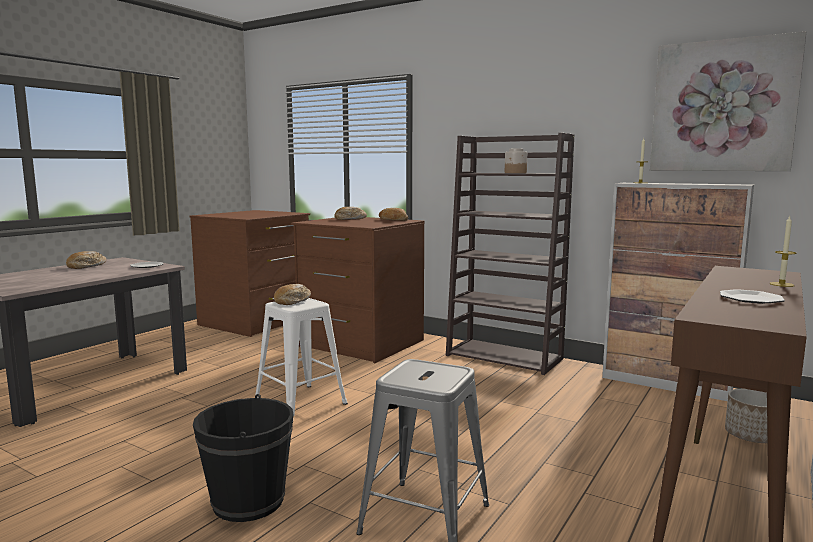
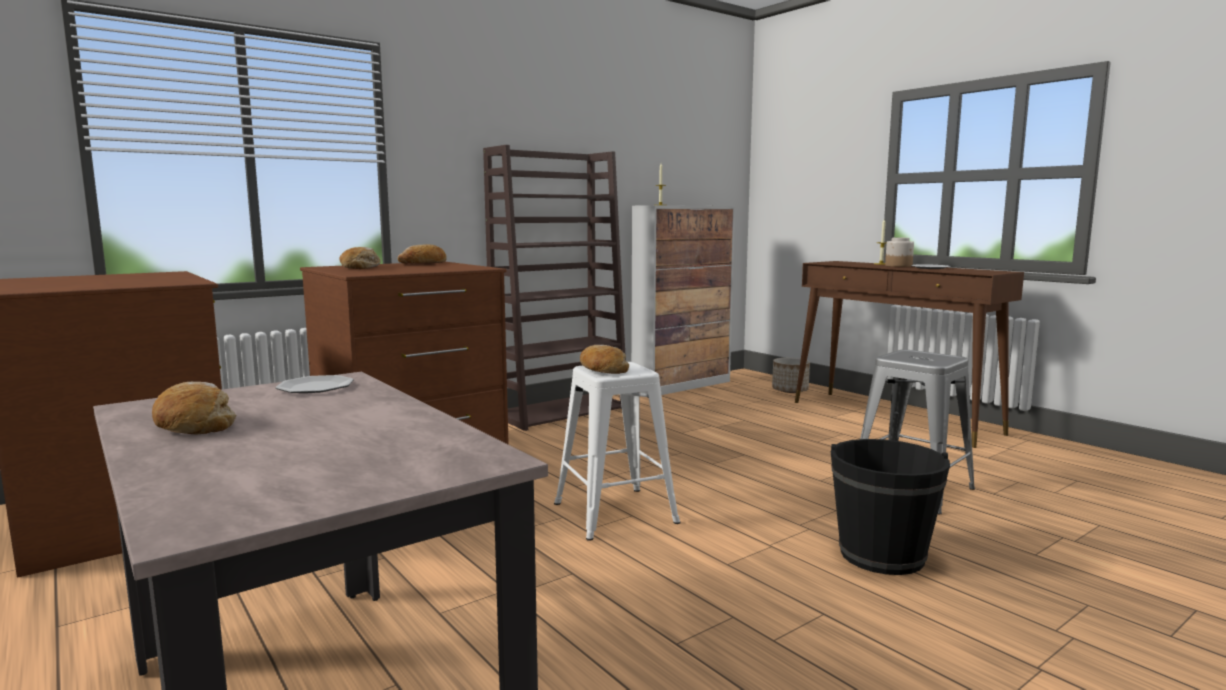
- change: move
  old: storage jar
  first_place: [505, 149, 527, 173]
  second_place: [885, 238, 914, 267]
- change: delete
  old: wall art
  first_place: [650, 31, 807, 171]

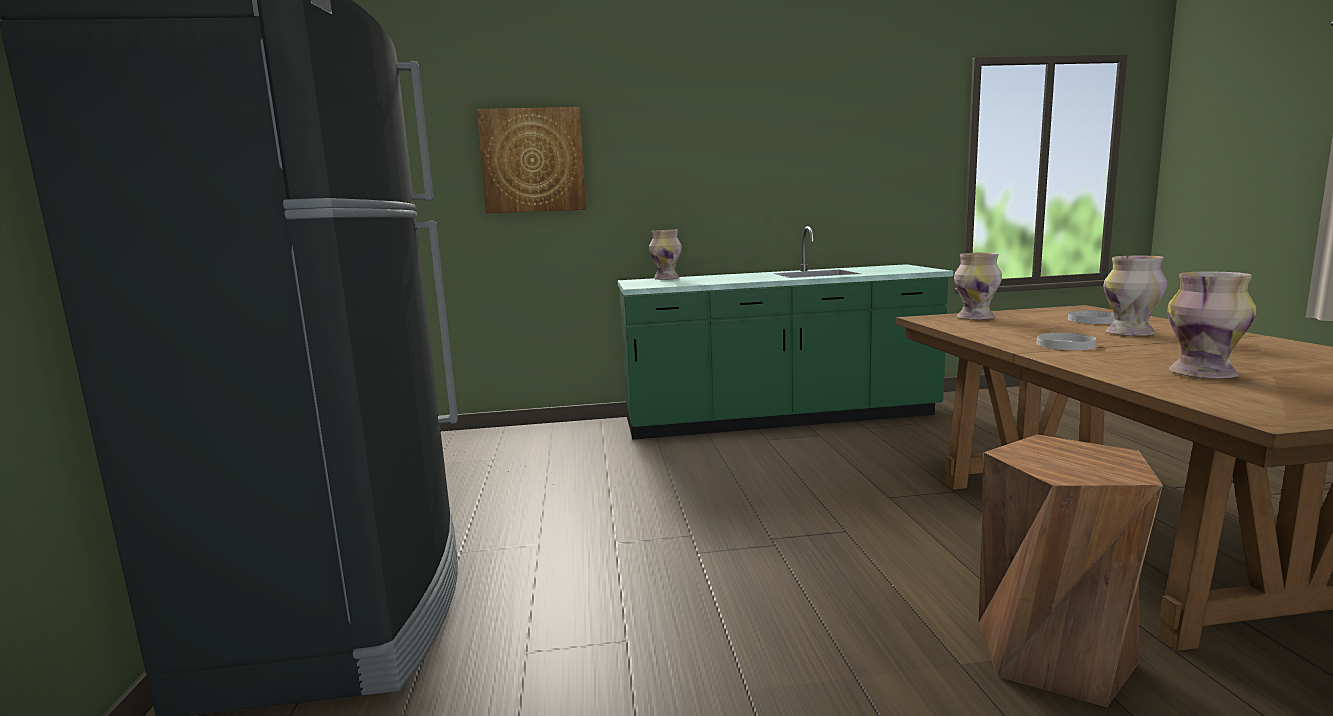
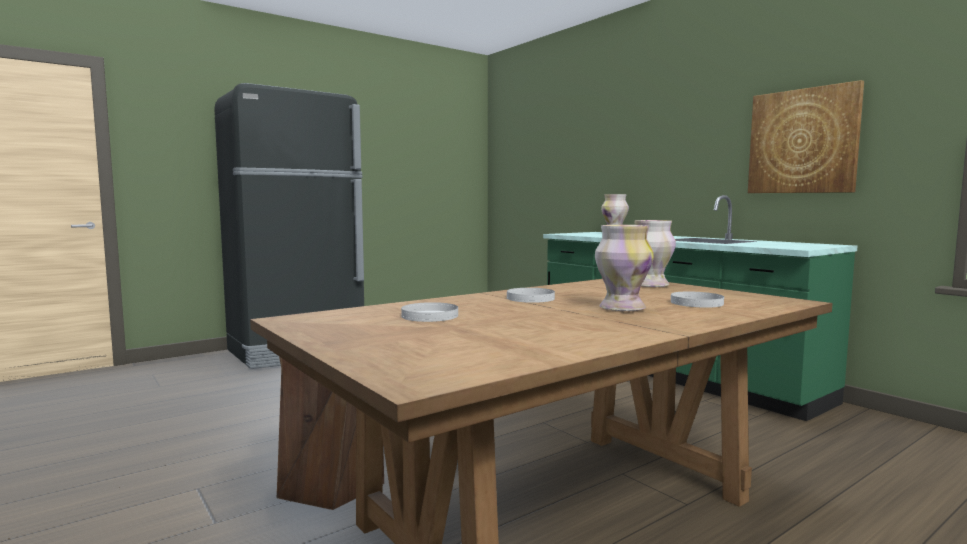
- change: replace
  old: vase
  new: white flat dish
  first_place: [1167, 272, 1256, 379]
  second_place: [401, 302, 458, 322]
- change: move
  old: wall art
  first_place: [477, 107, 586, 213]
  second_place: [748, 80, 864, 193]

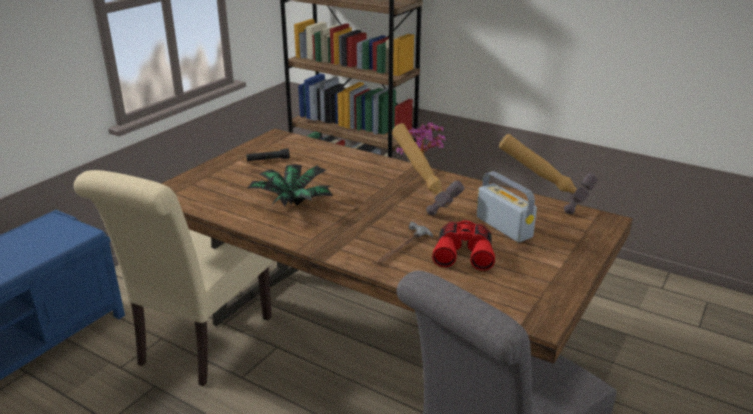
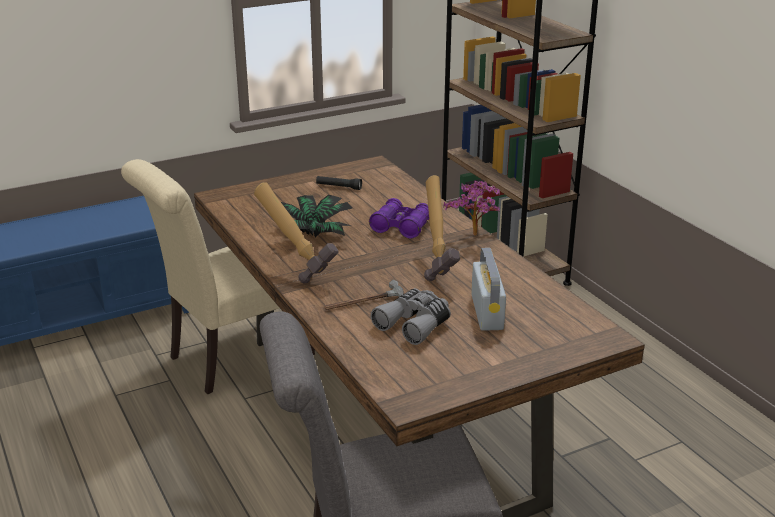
- change: move
  old: hand hammer
  first_place: [499, 134, 599, 214]
  second_place: [254, 182, 339, 284]
- change: insert
  new: purplish pair of binoculars
  second_place: [369, 198, 429, 239]
- change: recolor
  old: reddish pair of binoculars
  new: grey pair of binoculars
  first_place: [432, 220, 495, 271]
  second_place: [370, 288, 451, 345]

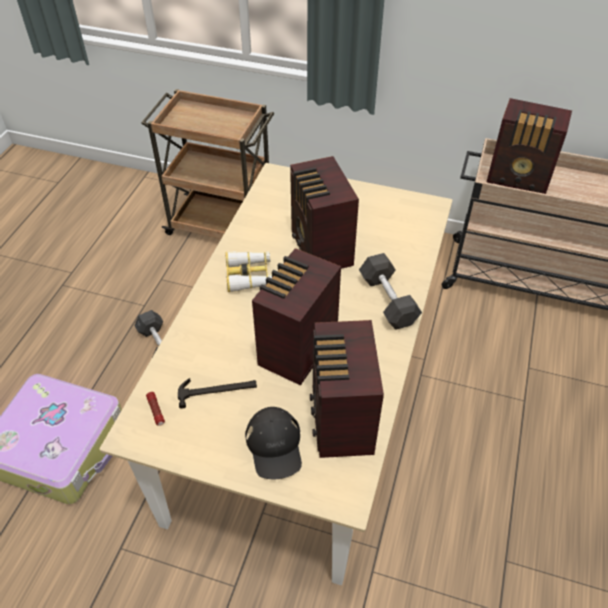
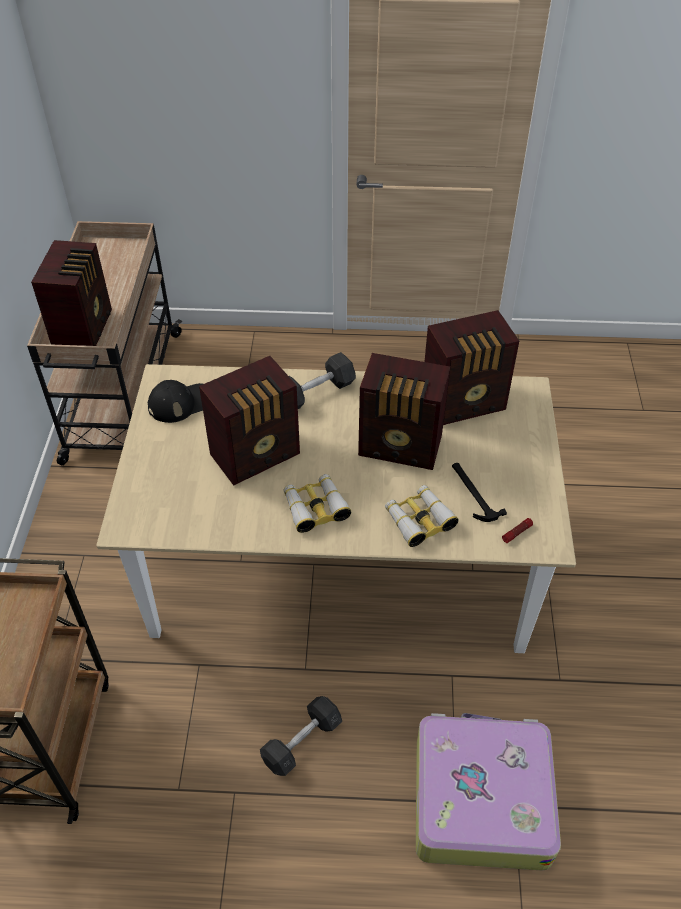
- change: move
  old: black baseball cap
  first_place: [245, 407, 302, 479]
  second_place: [148, 380, 203, 423]
- change: insert
  new: pair of binoculars
  second_place: [385, 485, 459, 547]

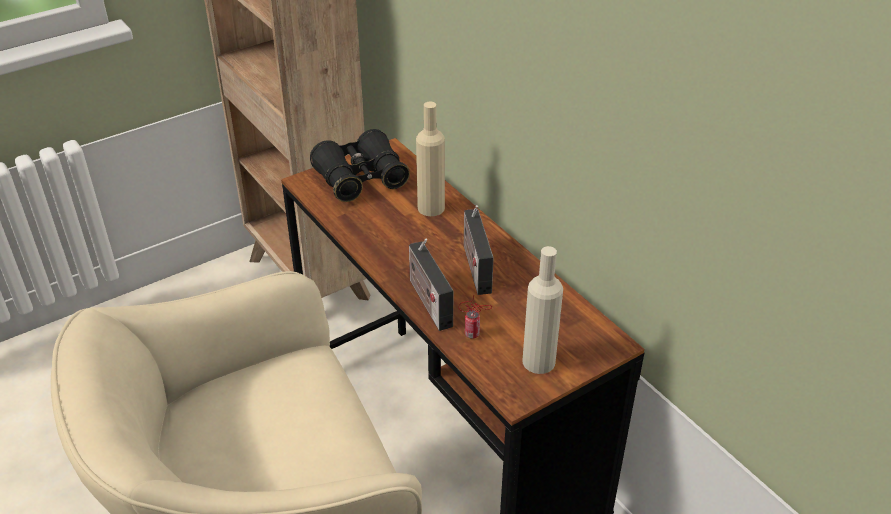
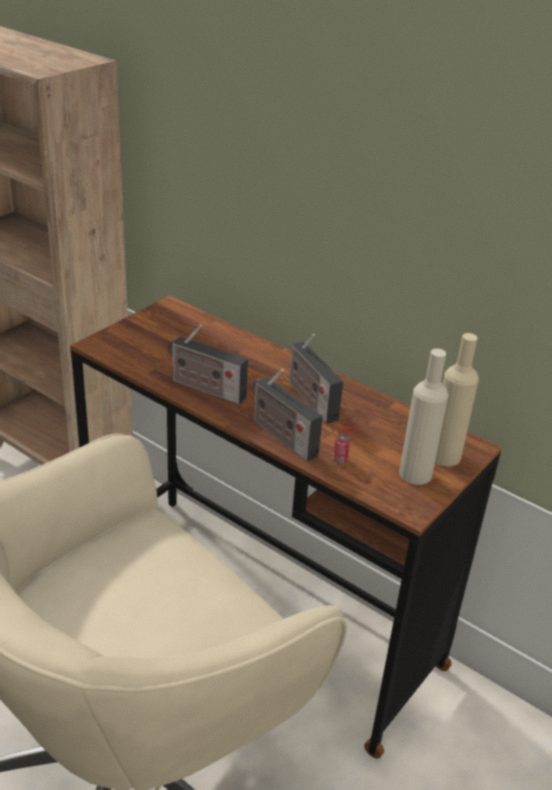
- change: insert
  new: radio set
  second_place: [168, 324, 248, 405]
- change: move
  old: beige-coloured beverage bottle
  first_place: [416, 102, 445, 216]
  second_place: [435, 333, 479, 466]
- change: delete
  old: black pair of binoculars
  first_place: [310, 129, 410, 202]

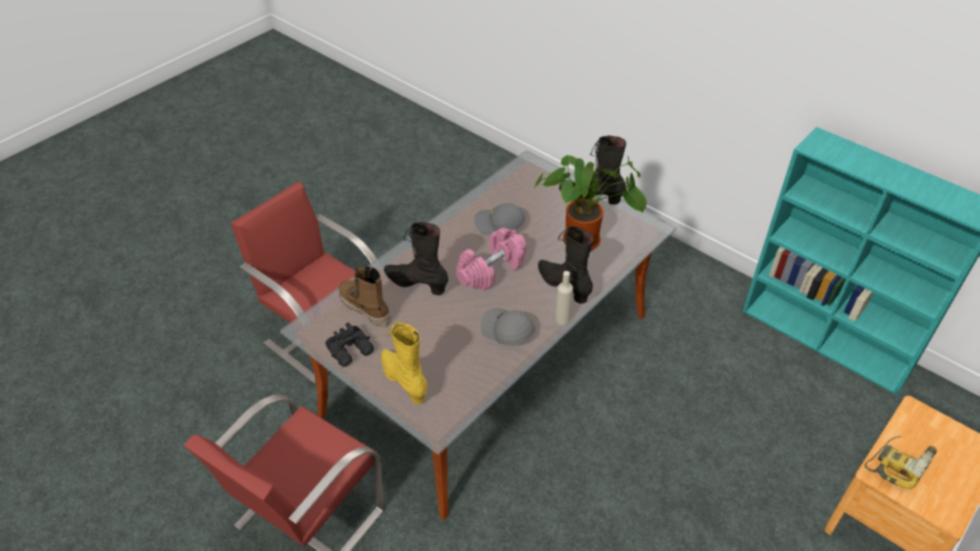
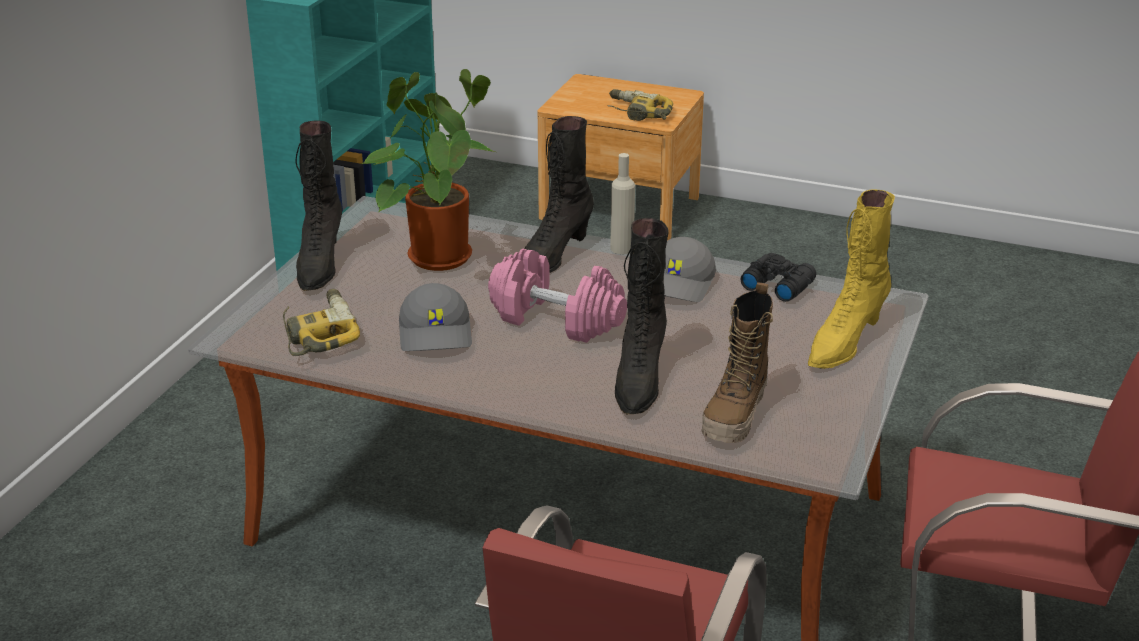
- change: insert
  new: power drill
  second_place: [283, 289, 360, 356]
- change: move
  old: black pair of binoculars
  first_place: [326, 323, 374, 367]
  second_place: [740, 253, 816, 302]

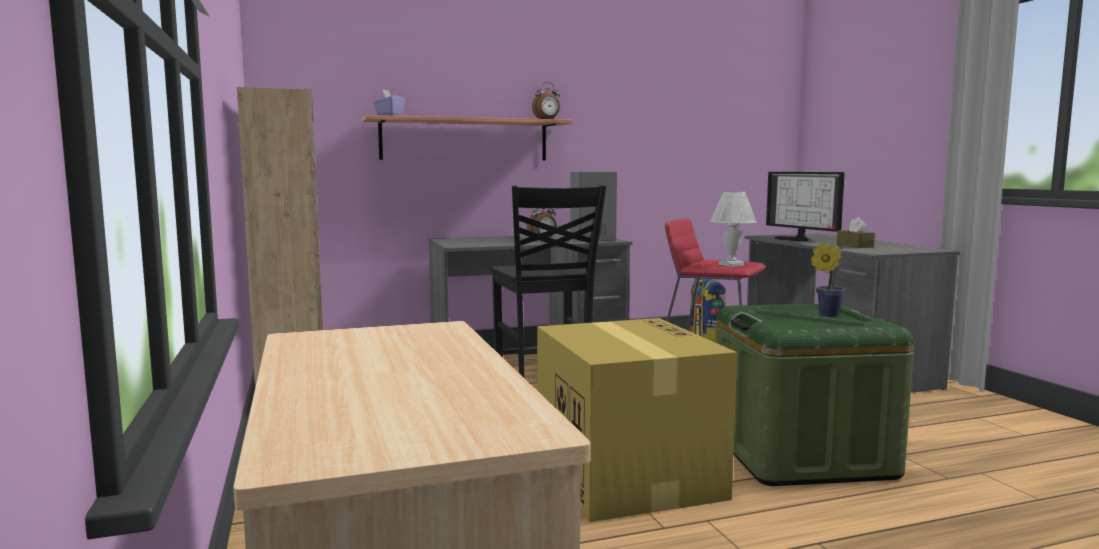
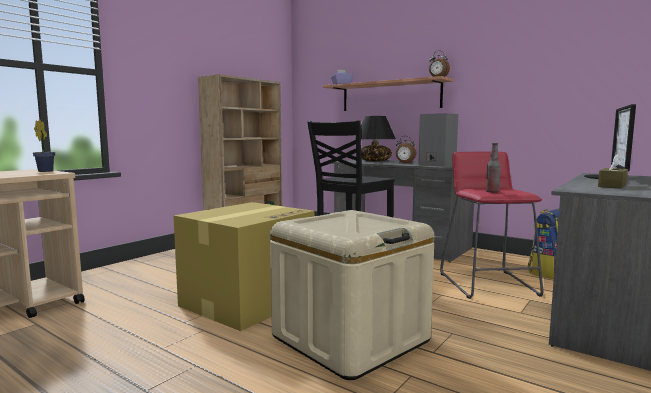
- change: move
  old: houseplant
  first_place: [811, 242, 845, 317]
  second_place: [33, 119, 55, 172]
- change: recolor
  old: green storage container
  new: beige-coloured storage container
  first_place: [716, 304, 914, 486]
  second_place: [270, 210, 435, 380]
- change: insert
  new: black lamp for a table
  second_place: [355, 116, 396, 162]
- change: replace
  old: white lamp for a table
  new: beverage bottle
  first_place: [711, 192, 756, 267]
  second_place: [486, 143, 500, 193]

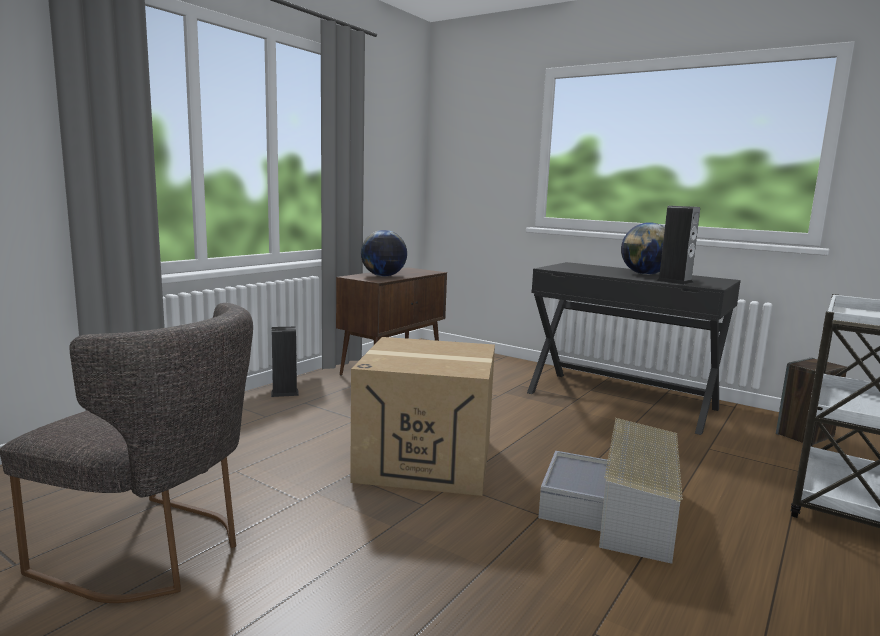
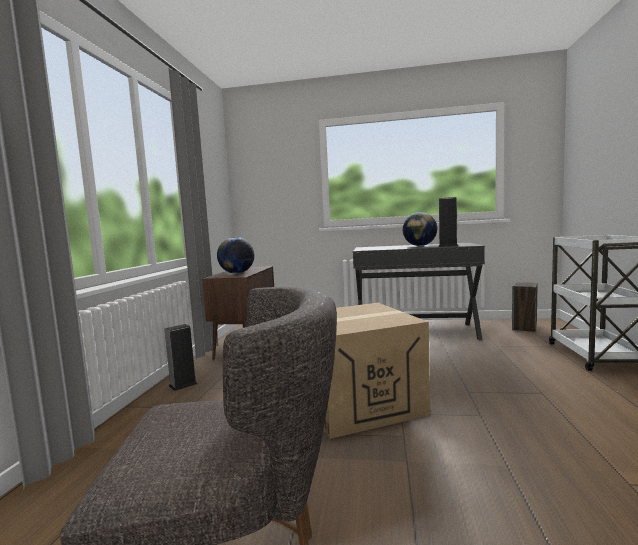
- change: delete
  old: grey storage container
  first_place: [538, 418, 683, 564]

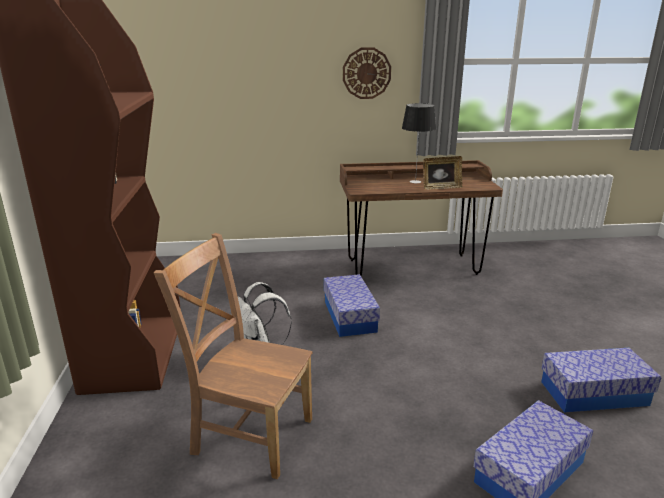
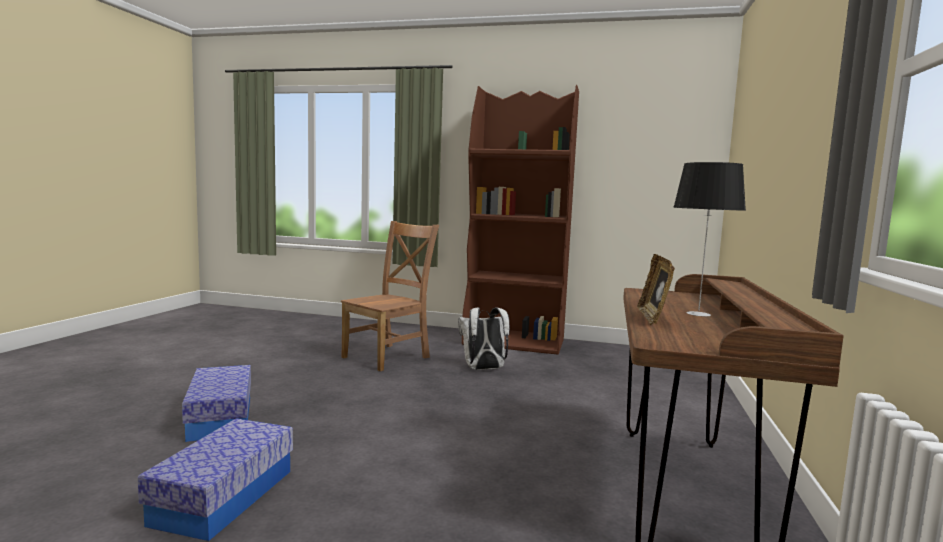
- change: delete
  old: storage container
  first_place: [324, 274, 380, 337]
- change: delete
  old: clock on the wall
  first_place: [343, 48, 391, 99]

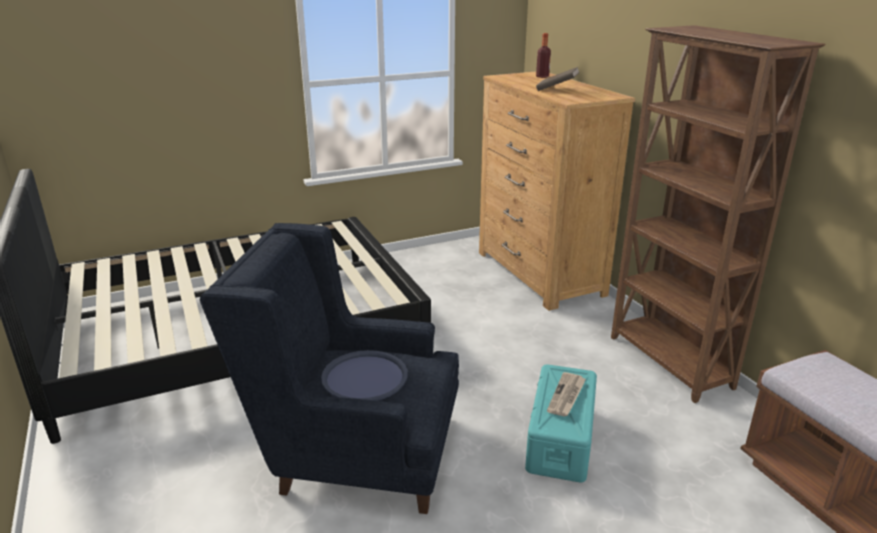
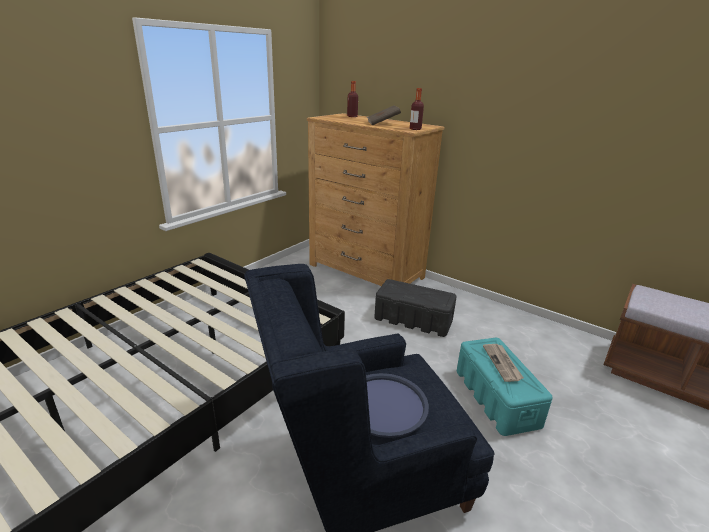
- change: insert
  new: black storage container
  second_place: [374, 279, 457, 337]
- change: insert
  new: beverage bottle
  second_place: [410, 88, 424, 130]
- change: delete
  old: brown shelving unit
  first_place: [611, 25, 825, 403]

